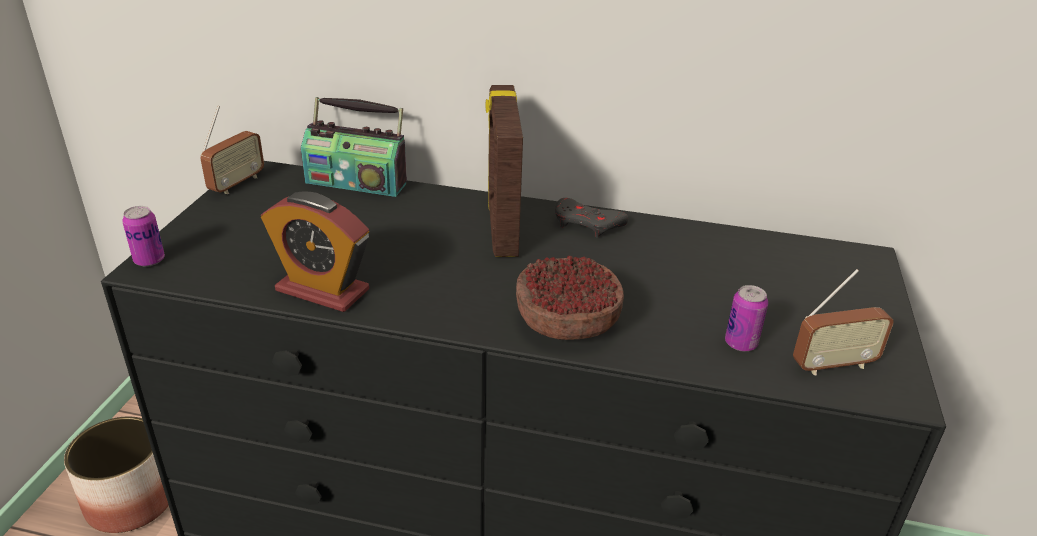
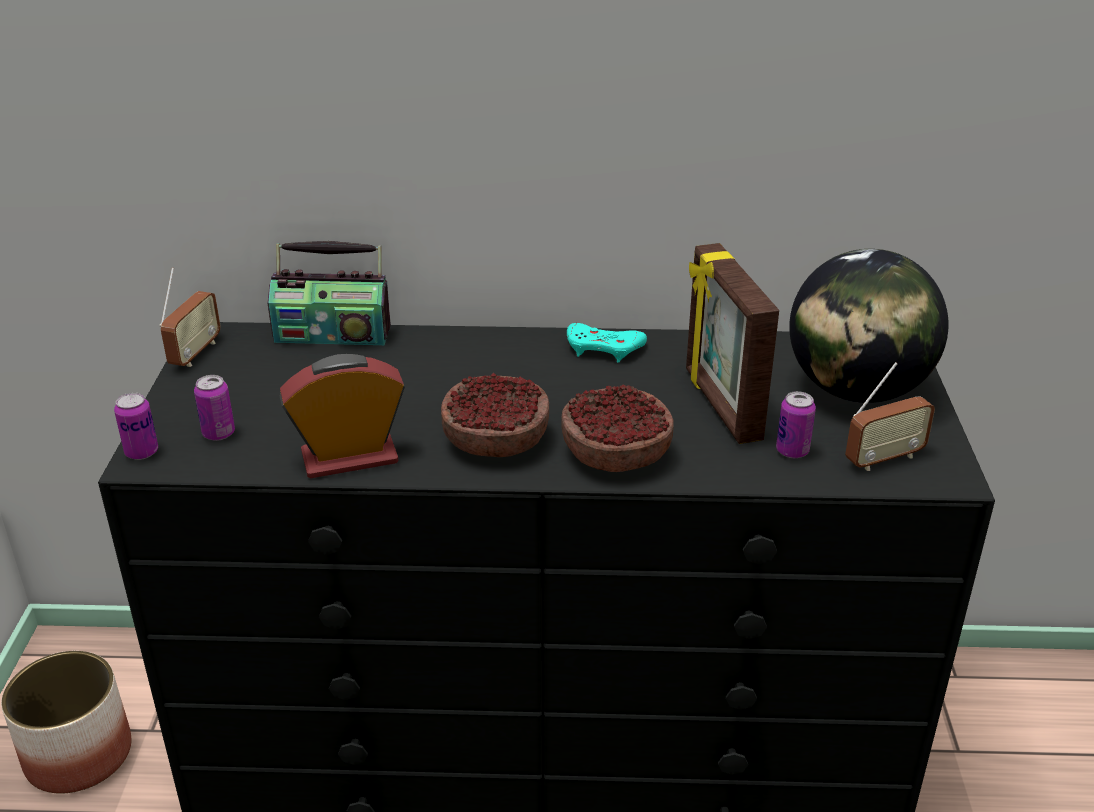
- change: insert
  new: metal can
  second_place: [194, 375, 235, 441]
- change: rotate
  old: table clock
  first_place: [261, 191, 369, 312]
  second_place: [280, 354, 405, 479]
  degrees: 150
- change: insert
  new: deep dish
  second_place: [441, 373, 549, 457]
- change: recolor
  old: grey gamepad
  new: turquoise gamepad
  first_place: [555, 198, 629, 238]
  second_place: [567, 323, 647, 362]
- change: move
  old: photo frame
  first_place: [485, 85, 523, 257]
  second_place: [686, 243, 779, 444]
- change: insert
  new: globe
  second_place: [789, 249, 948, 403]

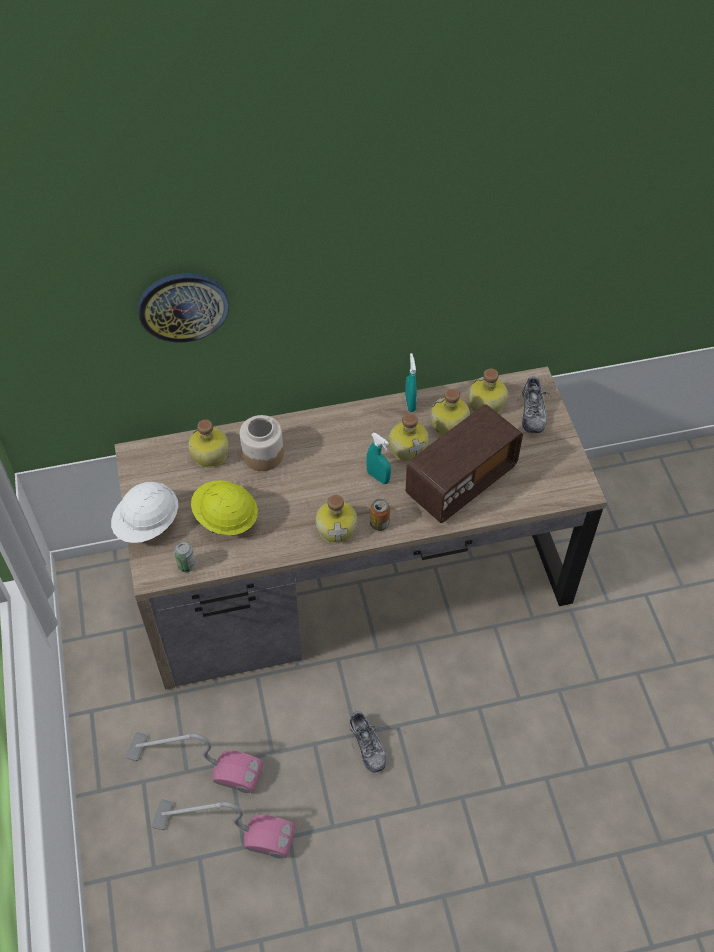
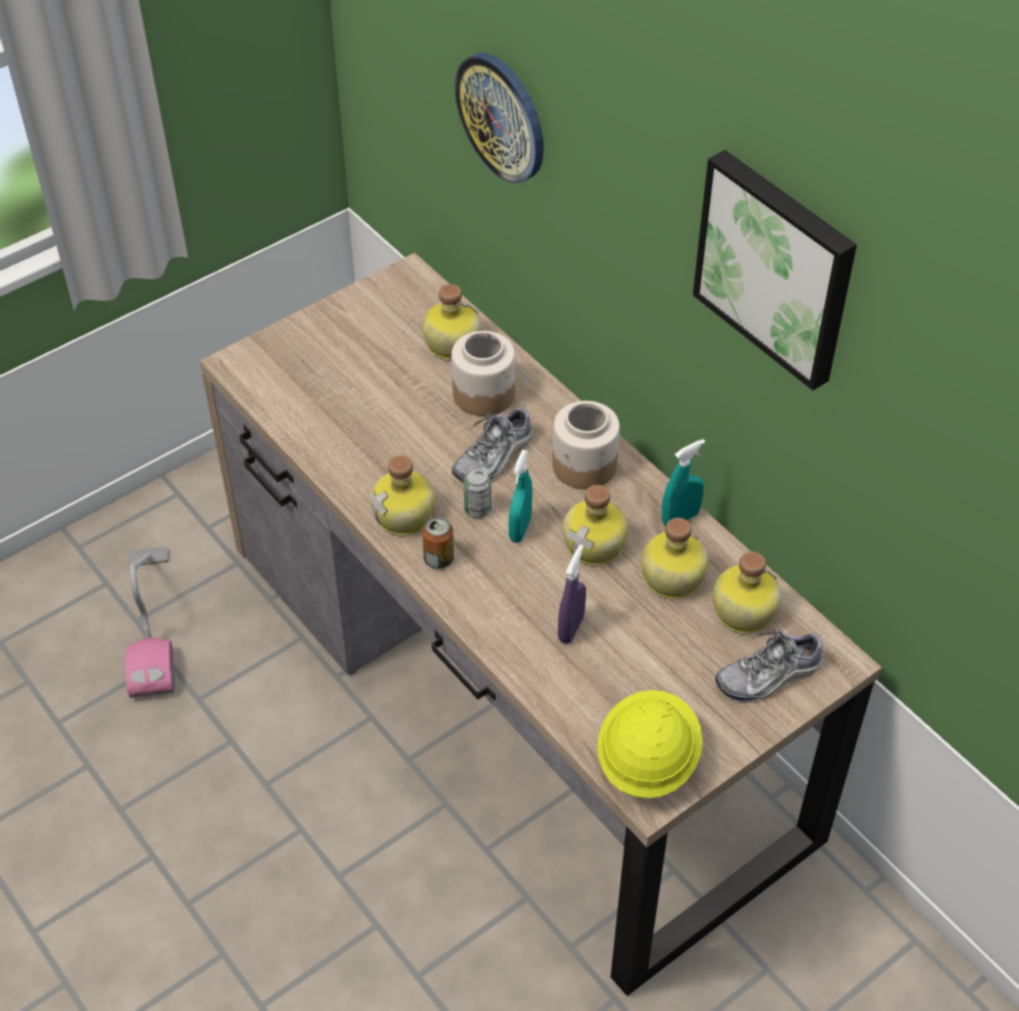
- change: move
  old: item of footwear
  first_place: [349, 710, 386, 772]
  second_place: [452, 407, 532, 482]
- change: move
  old: metal can
  first_place: [174, 542, 196, 573]
  second_place: [463, 468, 491, 518]
- change: insert
  new: storage jar
  second_place: [552, 401, 620, 489]
- change: replace
  old: radio set
  new: purplish spray bottle
  first_place: [405, 404, 523, 523]
  second_place: [558, 545, 586, 644]
- change: move
  old: yellow hard hat
  first_place: [191, 480, 258, 535]
  second_place: [597, 690, 703, 798]
- change: insert
  new: wall art
  second_place: [693, 150, 857, 391]
- change: delete
  old: white hard hat
  first_place: [111, 482, 178, 543]
- change: delete
  old: vacuum cleaner
  first_place: [152, 799, 295, 859]

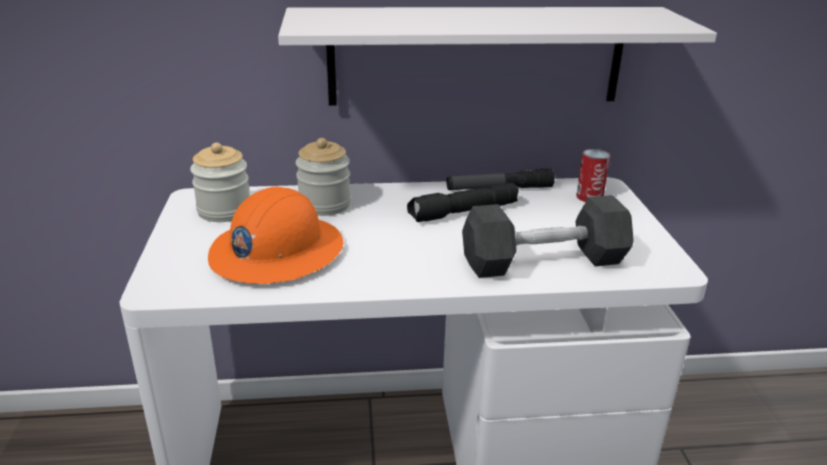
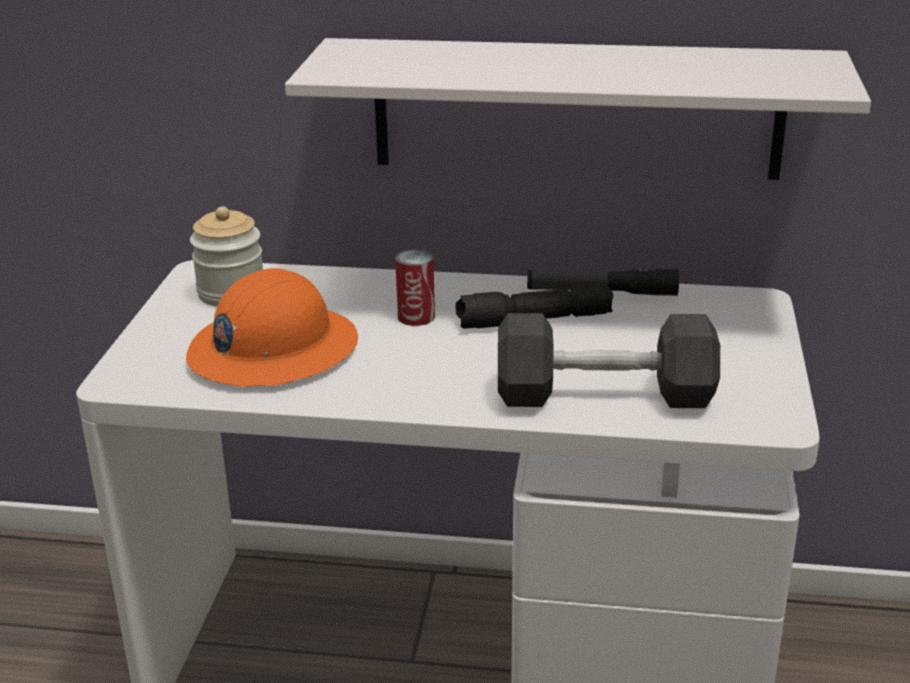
- change: move
  old: metal can
  first_place: [576, 149, 611, 202]
  second_place: [395, 249, 435, 326]
- change: delete
  old: storage jar
  first_place: [296, 138, 351, 216]

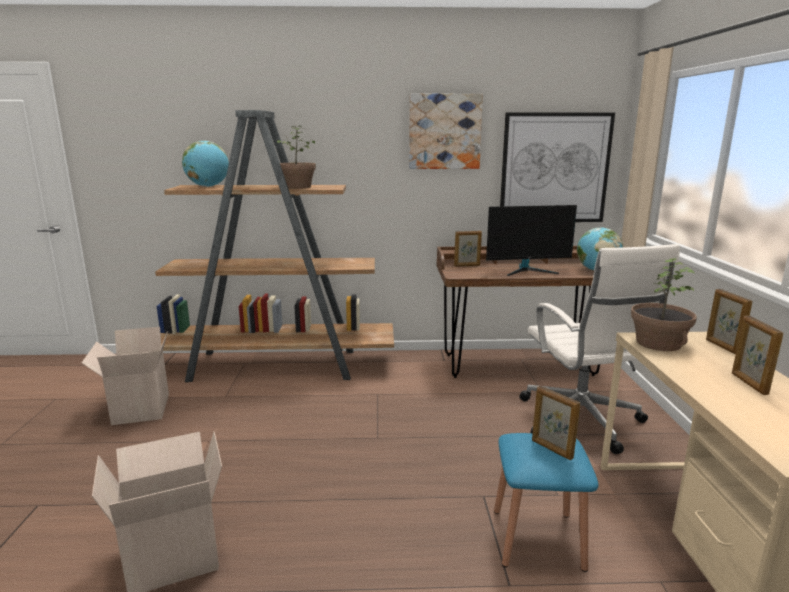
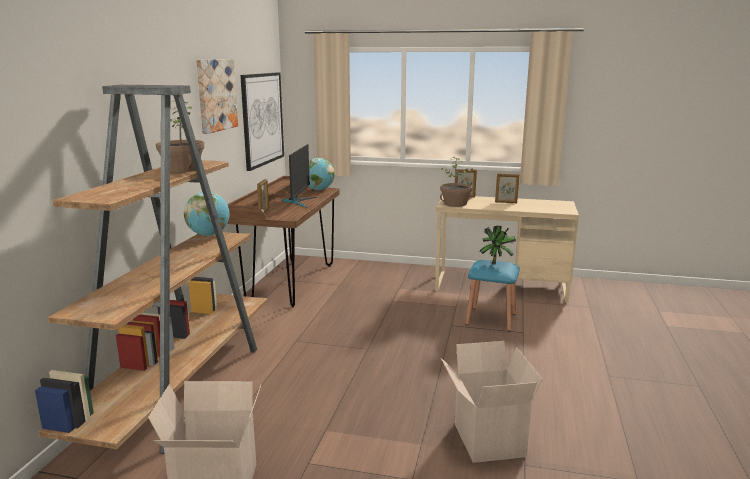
- change: move
  old: globe
  first_place: [182, 141, 229, 187]
  second_place: [184, 192, 230, 236]
- change: replace
  old: photo frame
  new: houseplant
  first_place: [532, 386, 580, 460]
  second_place: [479, 226, 516, 264]
- change: delete
  old: white desk chair
  first_place: [519, 244, 680, 454]

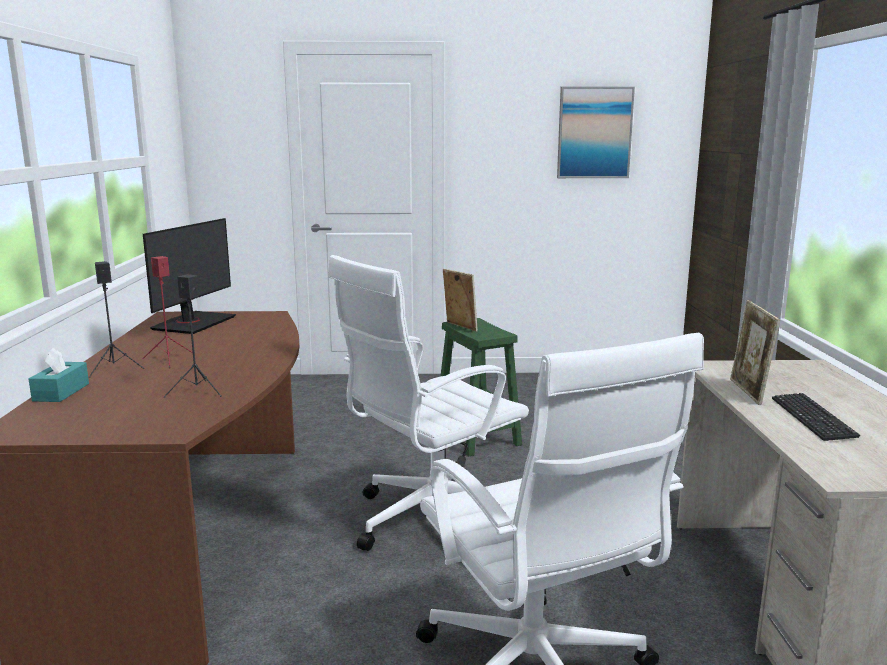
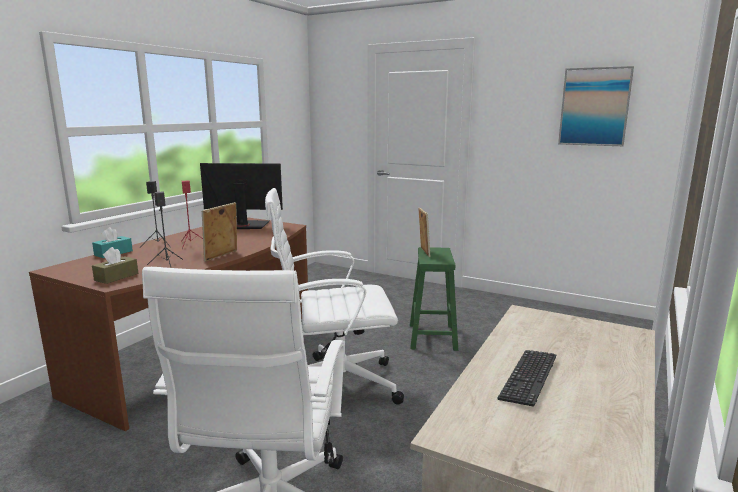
- change: insert
  new: brown tissue holder
  second_place: [92, 247, 138, 284]
- change: rotate
  old: computer screen
  first_place: [143, 218, 236, 334]
  second_place: [200, 163, 283, 229]
  degrees: -135
- change: move
  old: photo frame
  first_place: [730, 300, 780, 405]
  second_place: [202, 202, 237, 262]

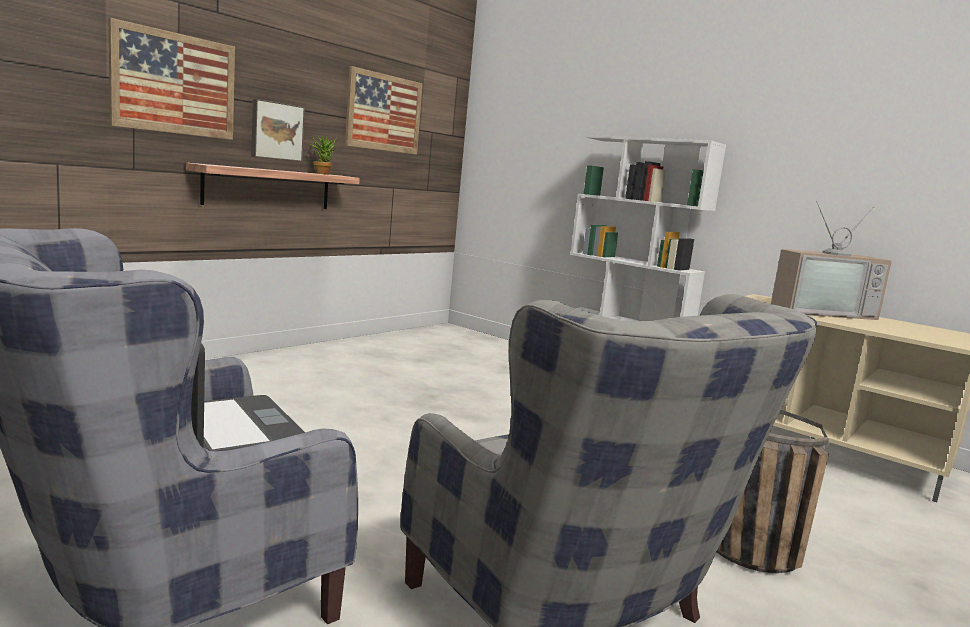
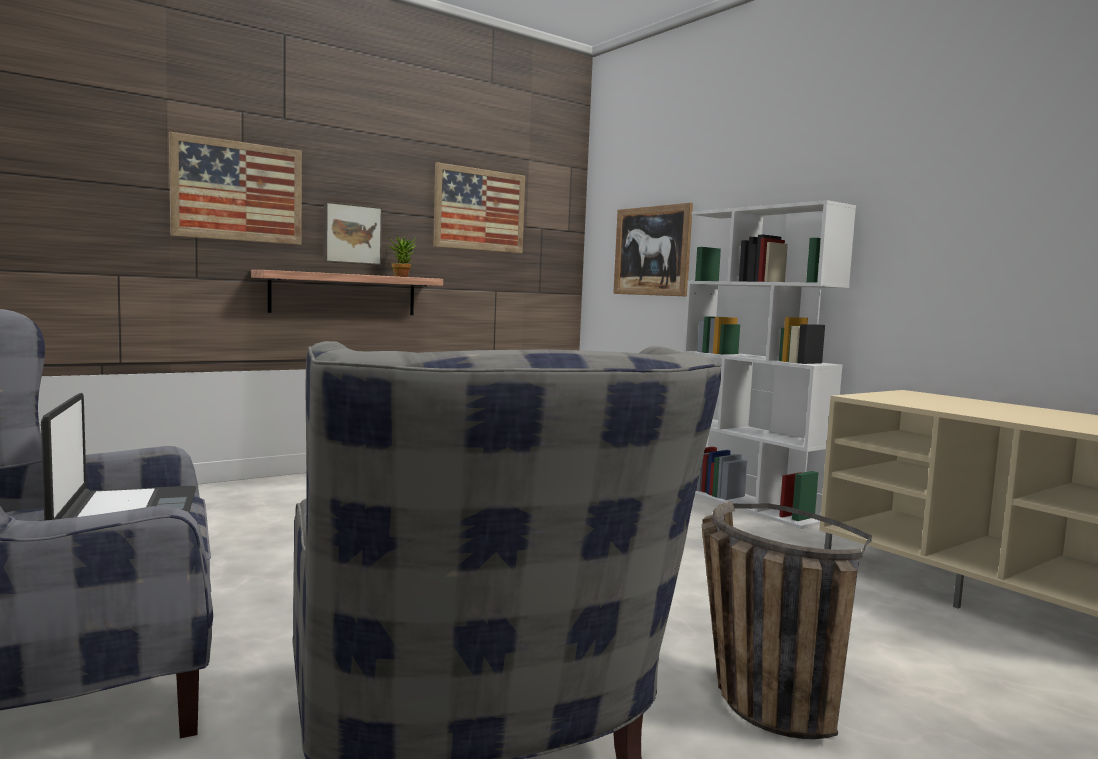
- change: insert
  new: wall art
  second_place: [613, 203, 693, 296]
- change: delete
  old: TV
  first_place: [771, 201, 892, 320]

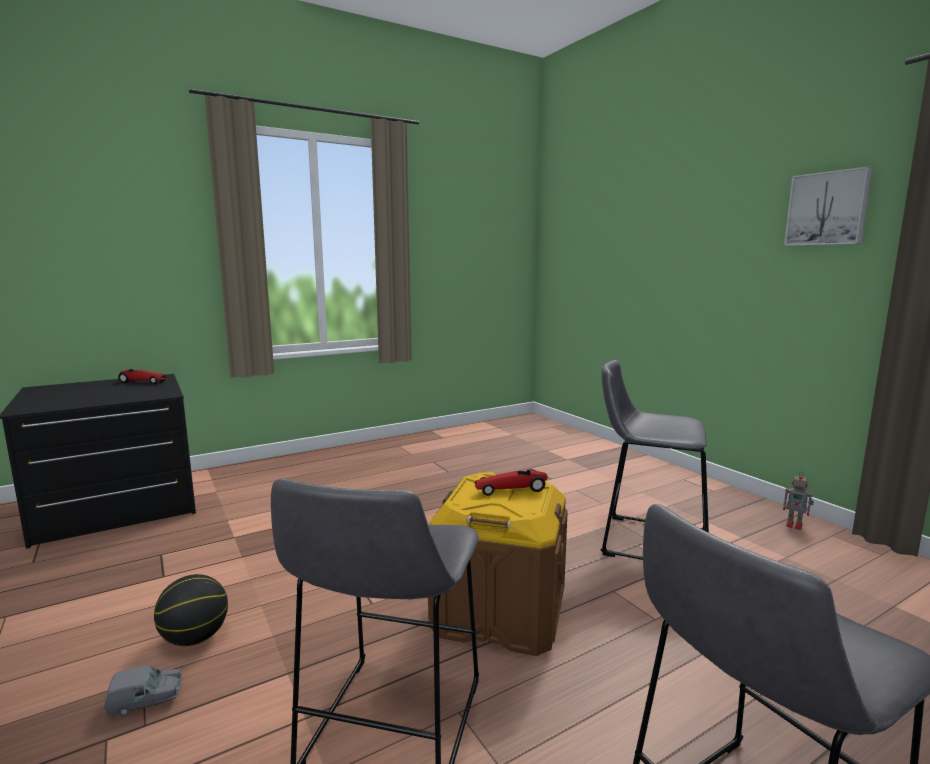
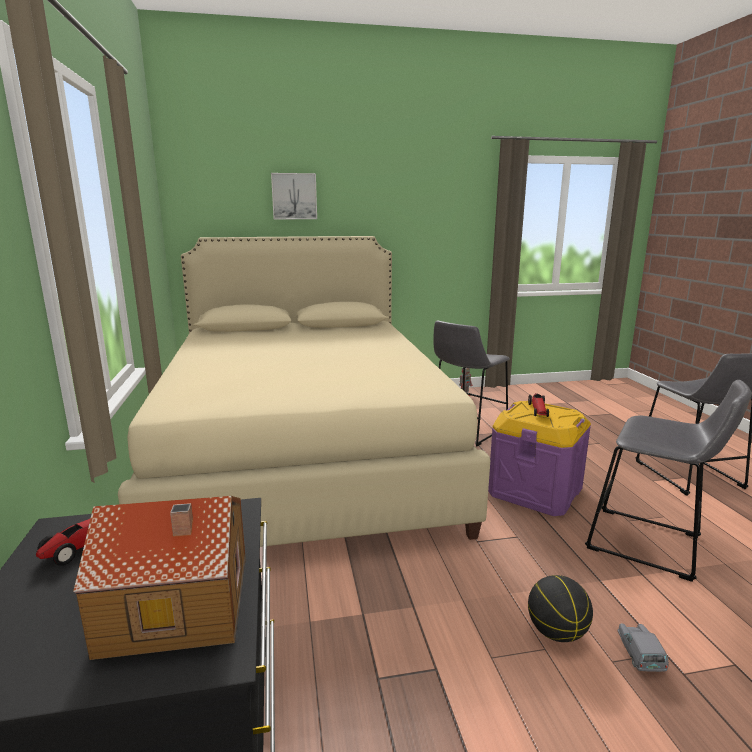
- change: insert
  new: toy house
  second_place: [73, 496, 246, 660]
- change: insert
  new: beige-coloured bed
  second_place: [118, 236, 490, 547]
- change: move
  old: wall art
  first_place: [784, 166, 873, 246]
  second_place: [271, 173, 317, 219]
- change: recolor
  old: brown storage container
  new: purplish storage container
  first_place: [428, 472, 568, 656]
  second_place: [488, 401, 591, 516]

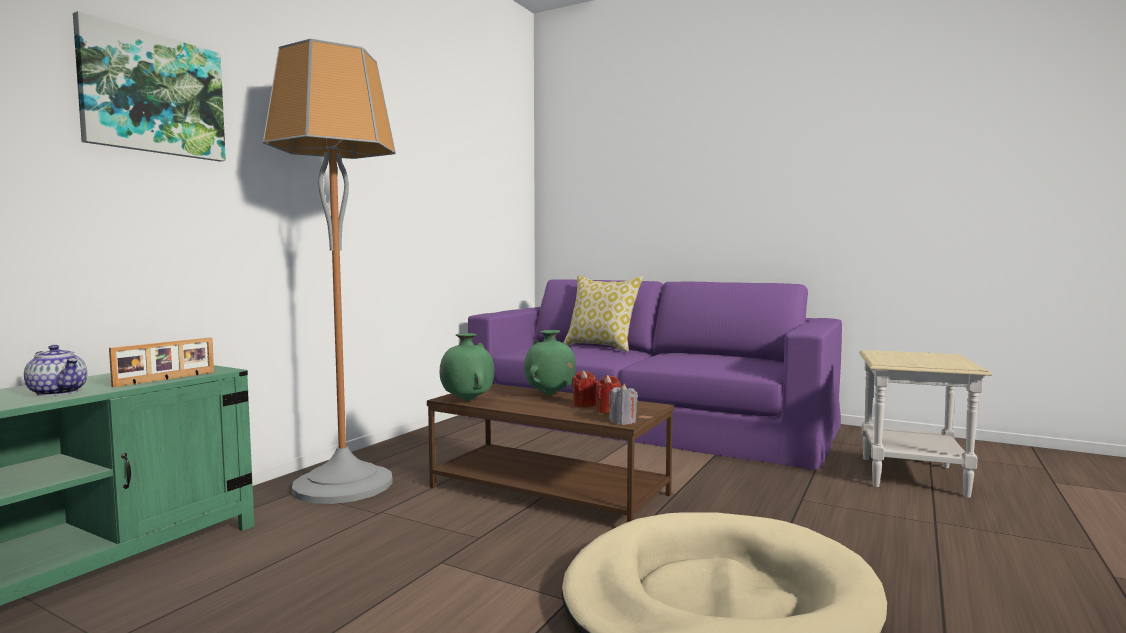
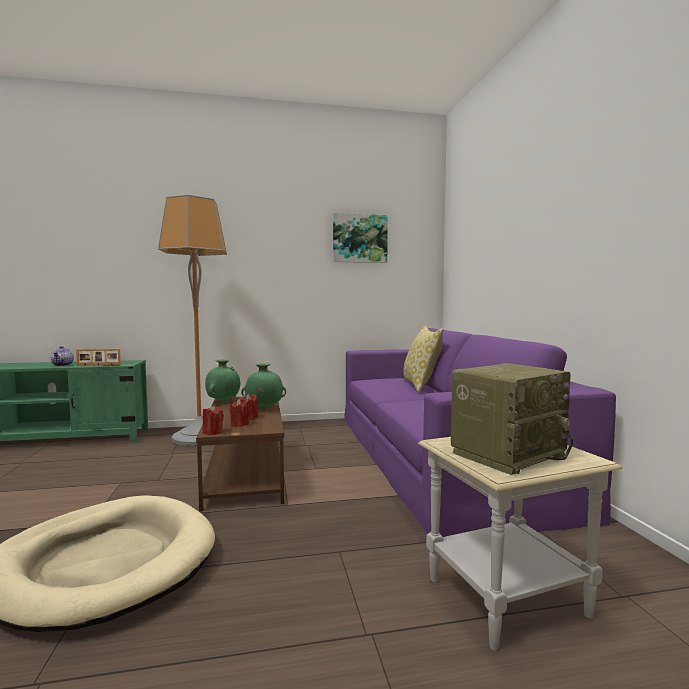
- change: recolor
  old: grey wax light
  new: reddish wax light
  first_place: [609, 384, 638, 425]
  second_place: [203, 405, 224, 435]
- change: move
  old: wall art
  first_place: [73, 11, 226, 162]
  second_place: [333, 213, 388, 263]
- change: insert
  new: radio set
  second_place: [451, 363, 573, 475]

